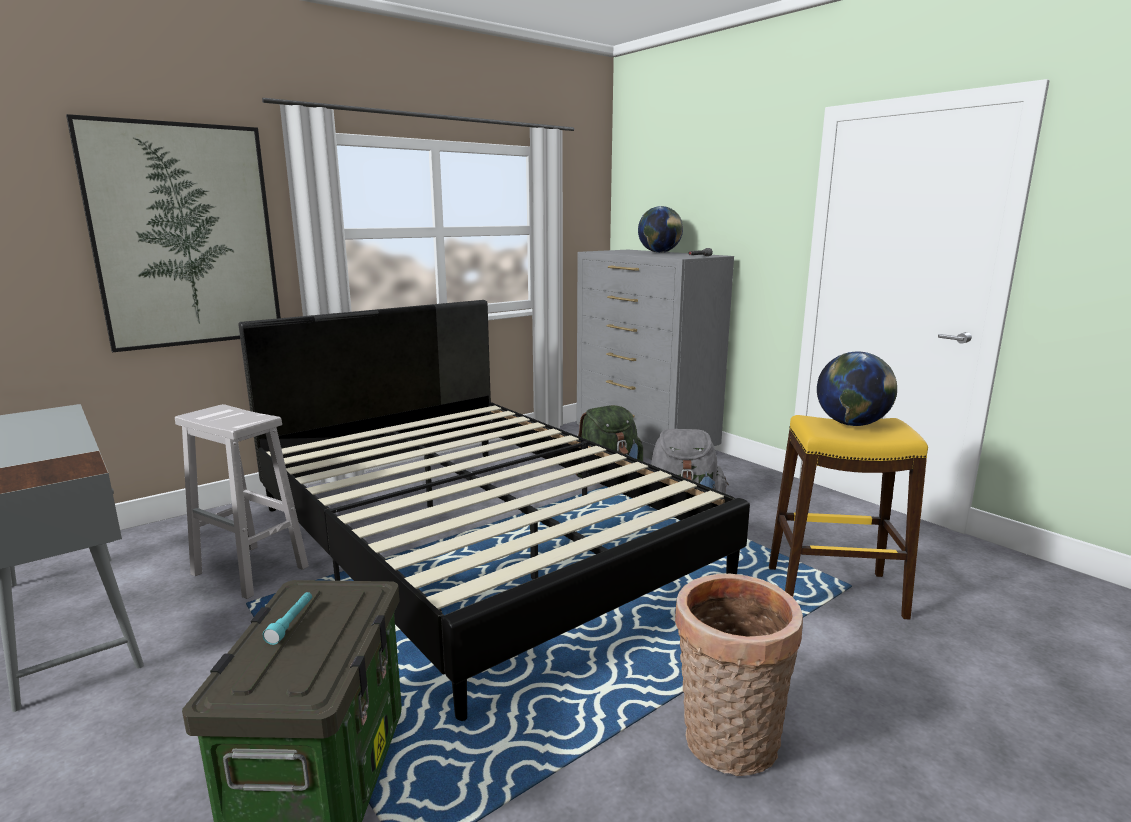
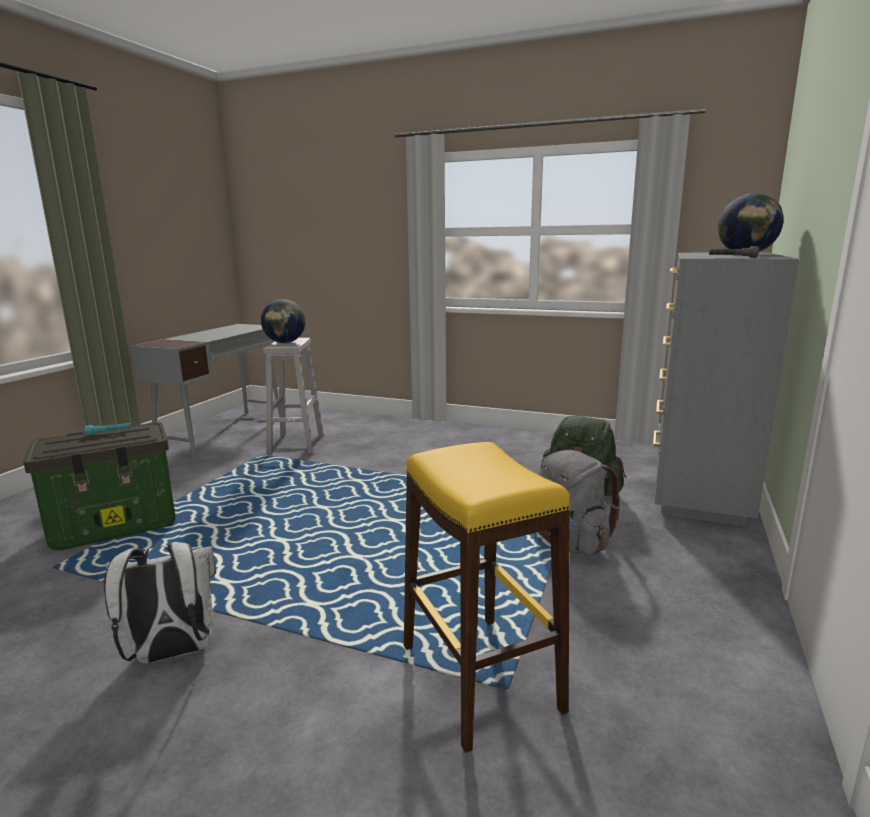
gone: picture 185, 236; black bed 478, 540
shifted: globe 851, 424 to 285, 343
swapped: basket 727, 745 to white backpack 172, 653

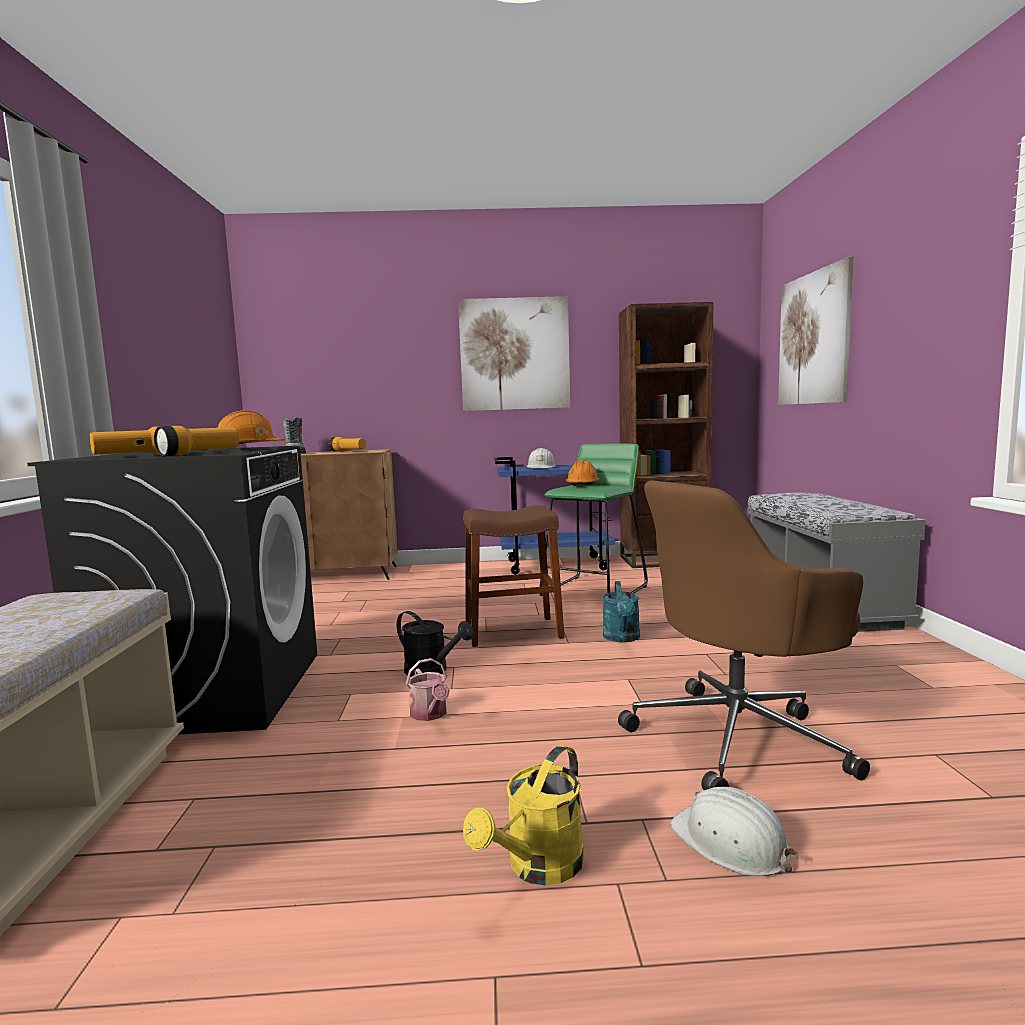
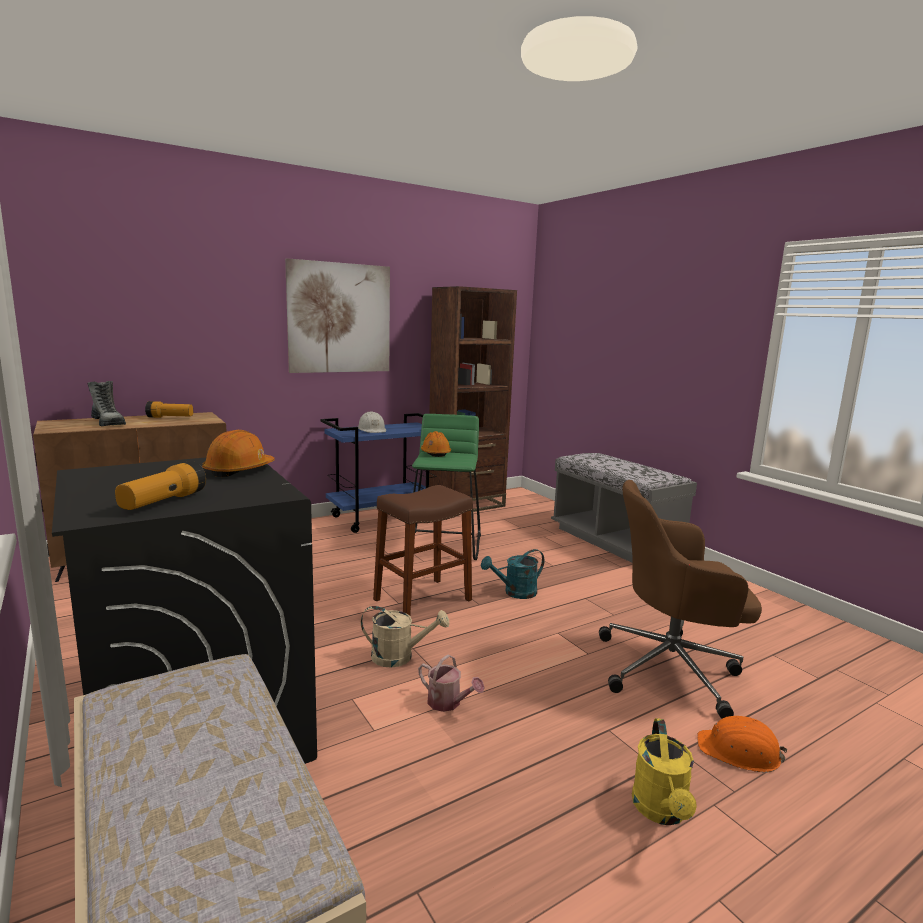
gone: picture 813, 338; flashlight 200, 454
repainted: black watering can 432, 671 to beige watering can 400, 657; white hard hat 730, 842 to orange hard hat 739, 752
rotated: brown office chair 739, 738 = 671, 669 60 degrees clockwise; turquoise watering can 622, 638 = 515, 593 90 degrees clockwise

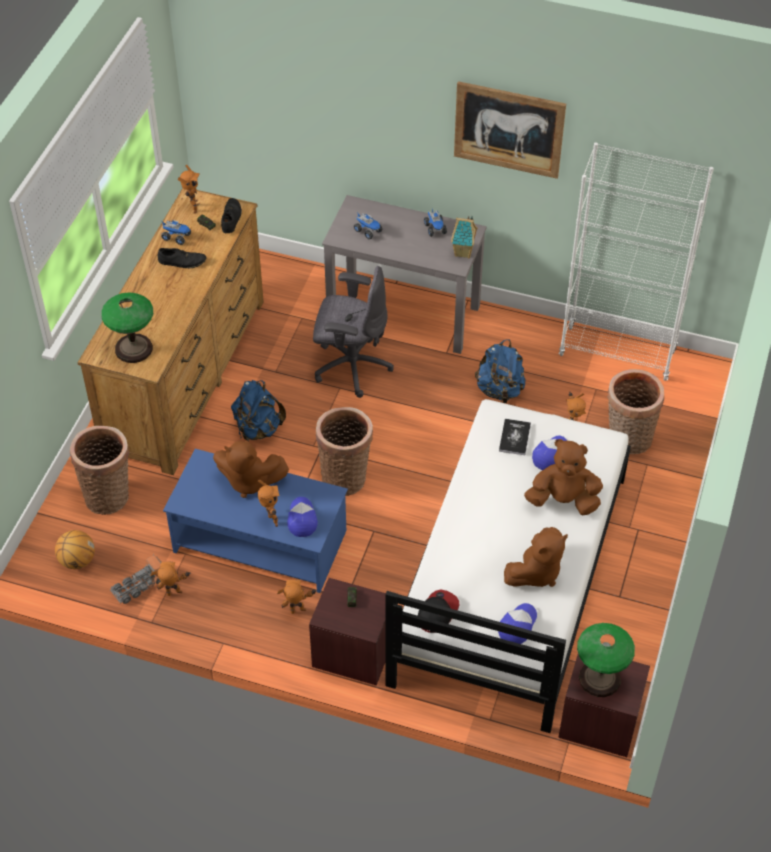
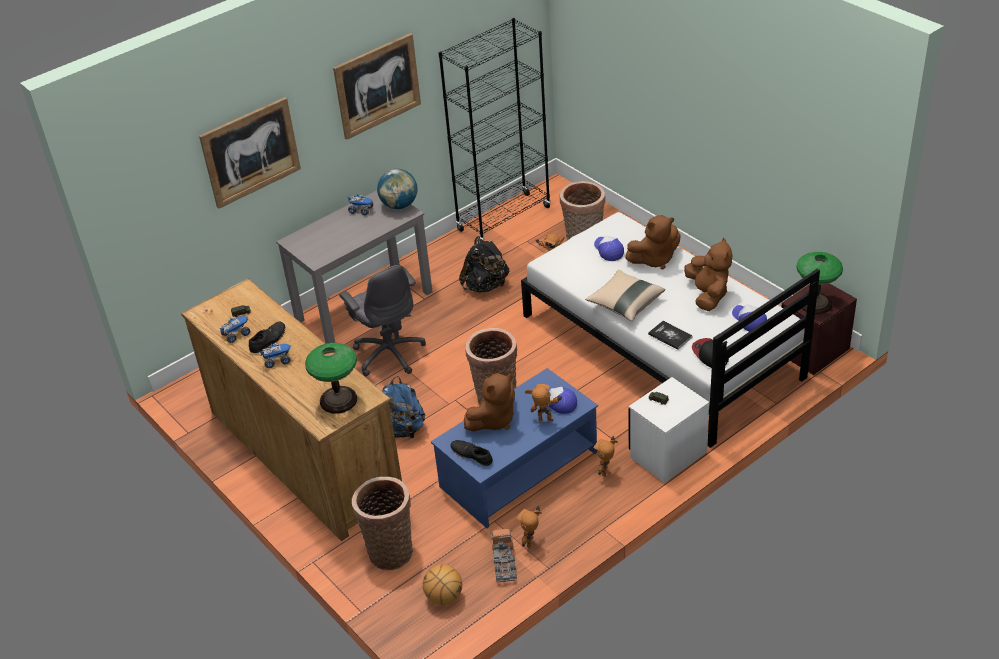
gone: toy robot 192, 209
new: picture 250, 152; beige pillow 625, 304
shifted: black shoe 231, 218 to 472, 455; toy truck 368, 231 to 277, 360; book 514, 437 to 670, 336
swapped: toy house 464, 252 to globe 399, 205
repainted: white bookcase 617, 353 to black bookcase 504, 219; blue backpack 500, 390 to black backpack 485, 286; brown nightstand 353, 653 to white nightstand 667, 454
rotated: grey office chair 351, 366 = 389, 353 105 degrees clockwise; brown plush toy 563, 500 = 654, 259 150 degrees counterclockwise

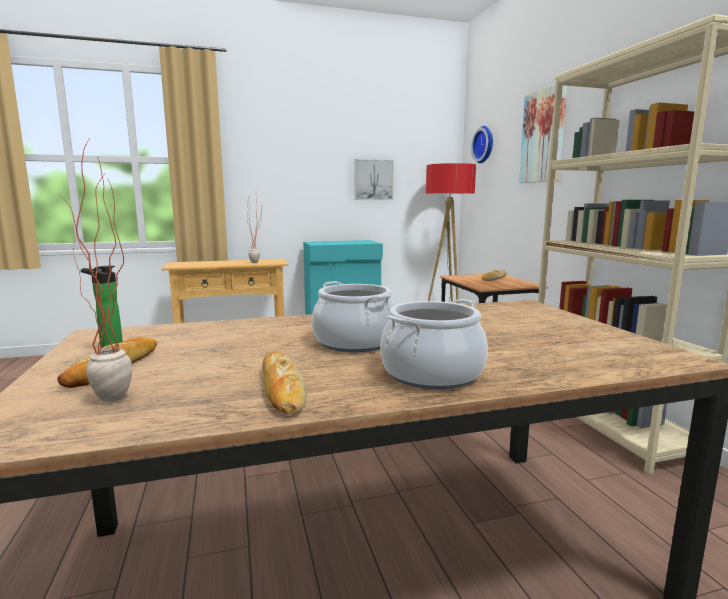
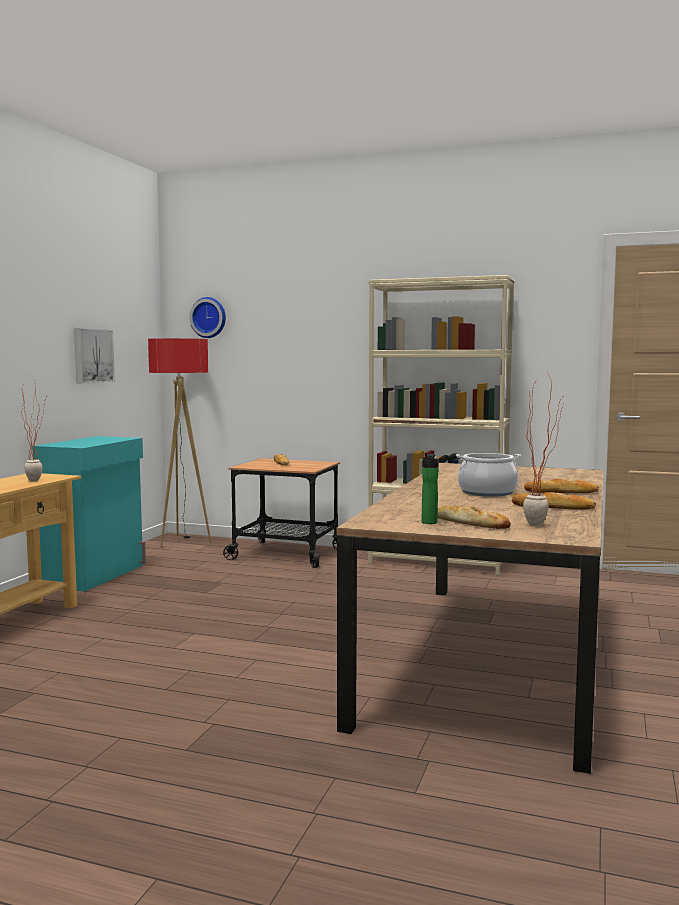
gone: picture 543, 136
swapped: cooking pot 431, 373 to bread 561, 492

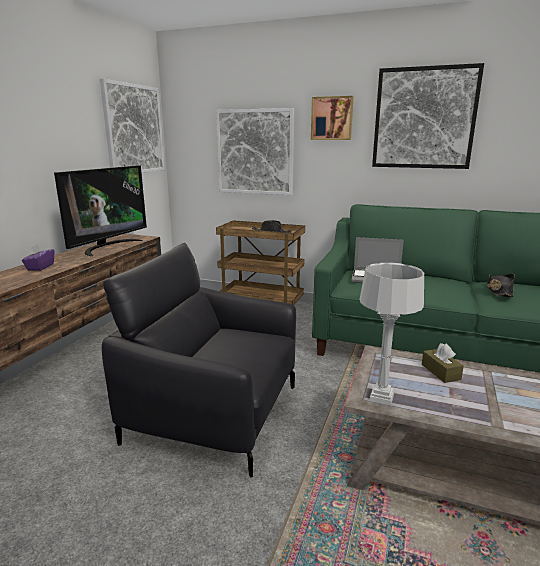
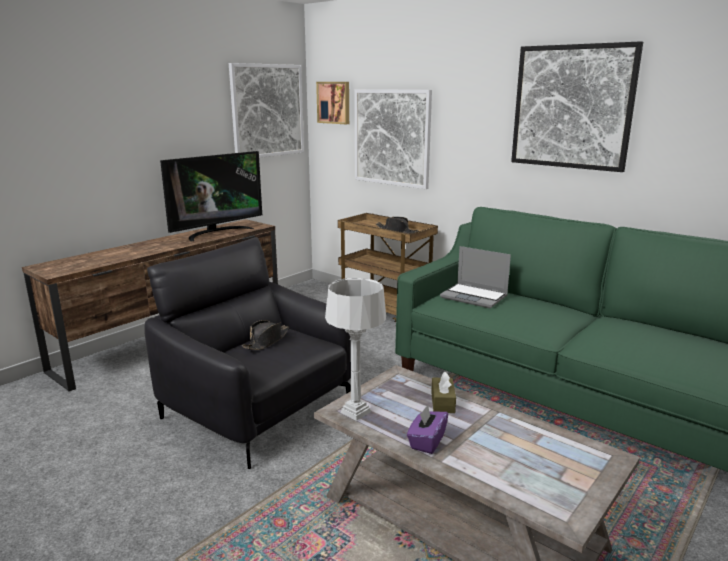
shifted: picture 332, 118 to 334, 102; purple tissue box 40, 267 to 427, 441; black hat 499, 291 to 266, 341

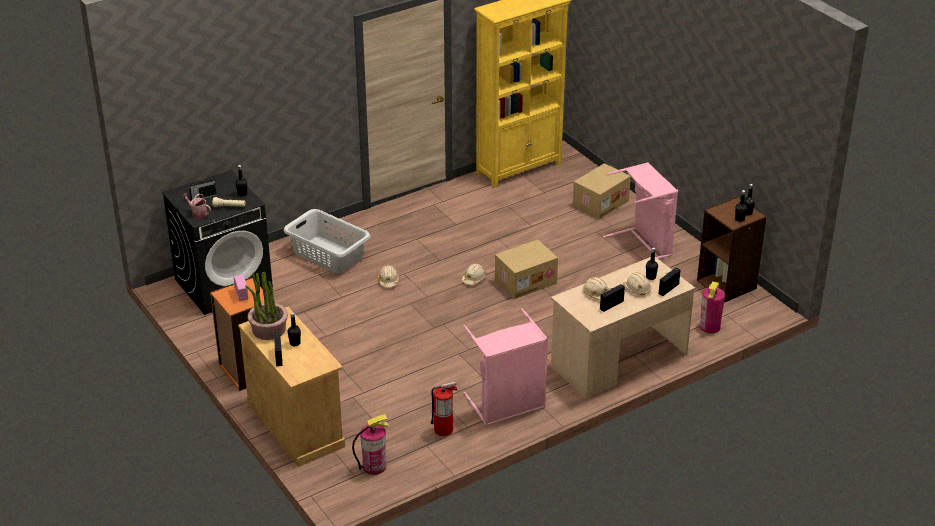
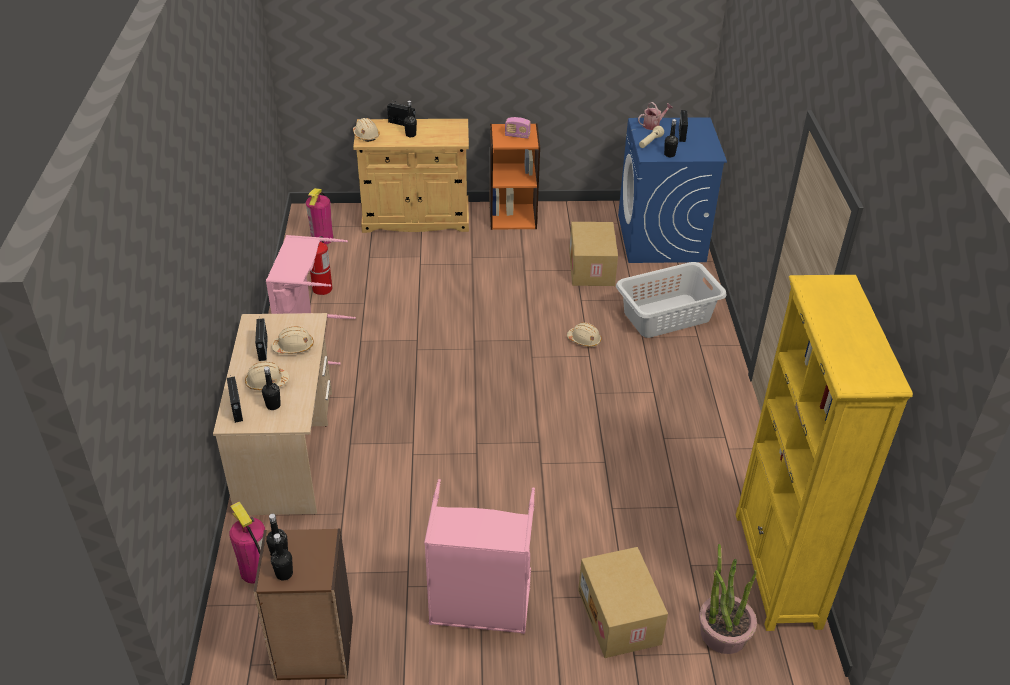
shifted: cardboard box 525, 281 to 592, 268; beige hard hat 473, 279 to 366, 135; potted plant 268, 330 to 723, 633
repainted: black washing machine 224, 284 to blue washing machine 661, 239

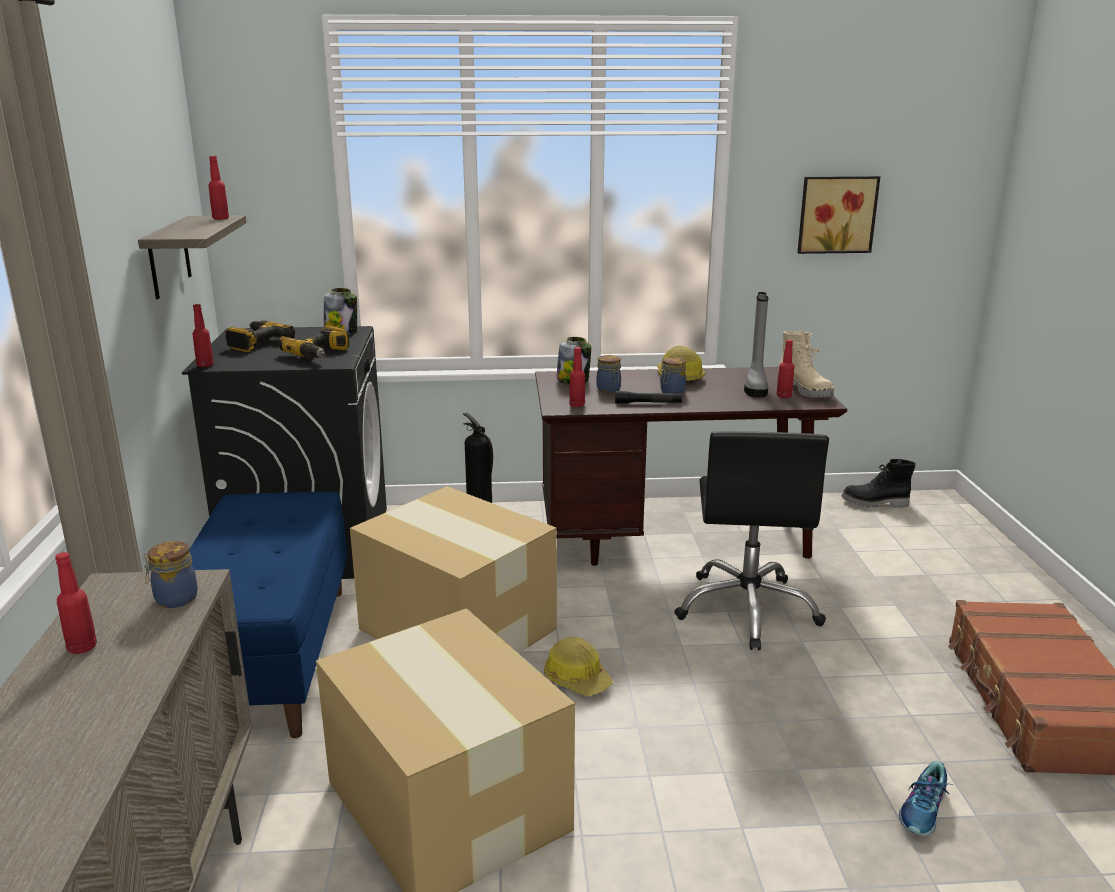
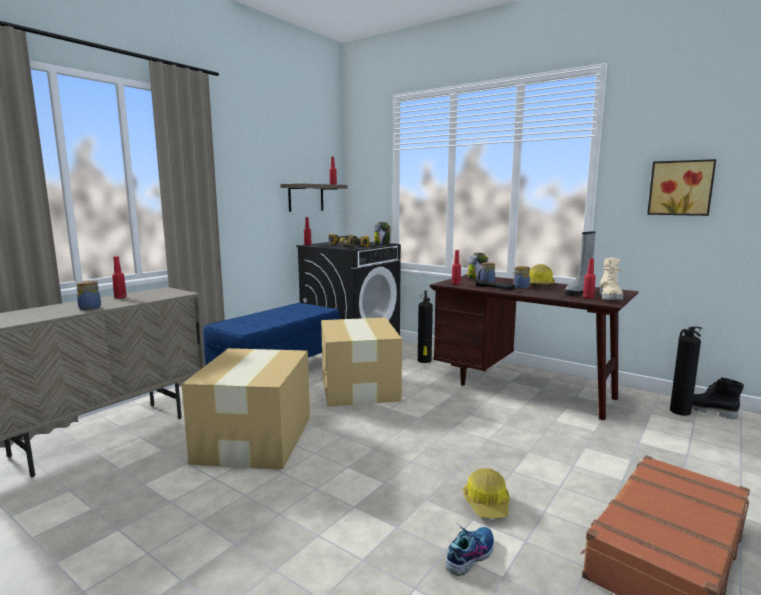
gone: black office chair 748, 609
new: fire extinguisher 679, 411
shifted: jar 174, 599 to 89, 308; hard hat 577, 678 to 487, 503
rotated: shoe 924, 811 = 469, 555 150 degrees clockwise

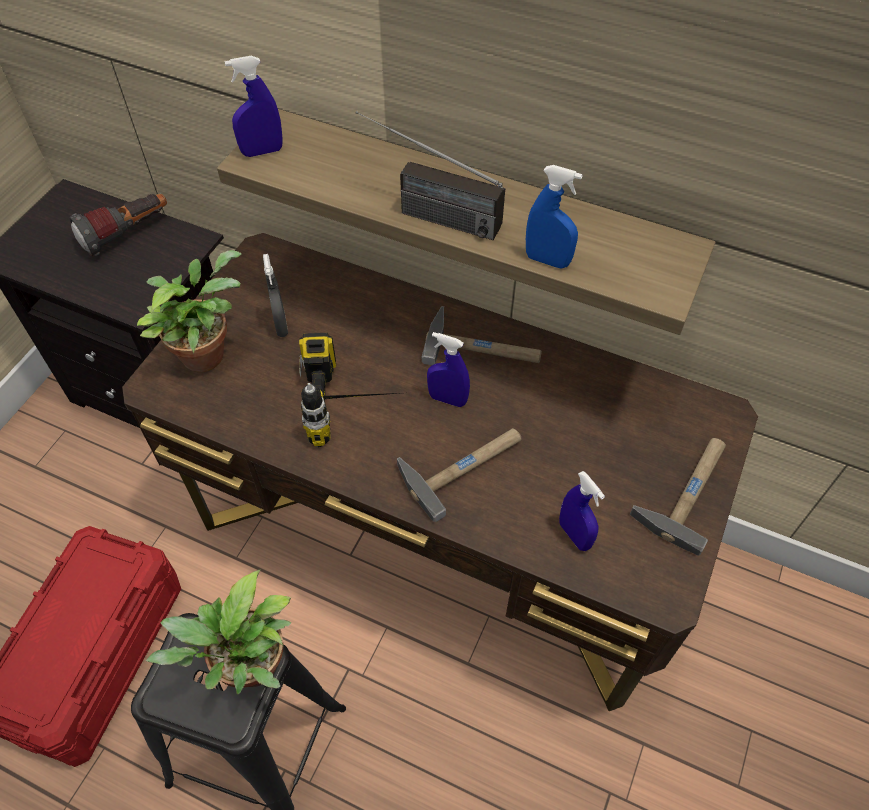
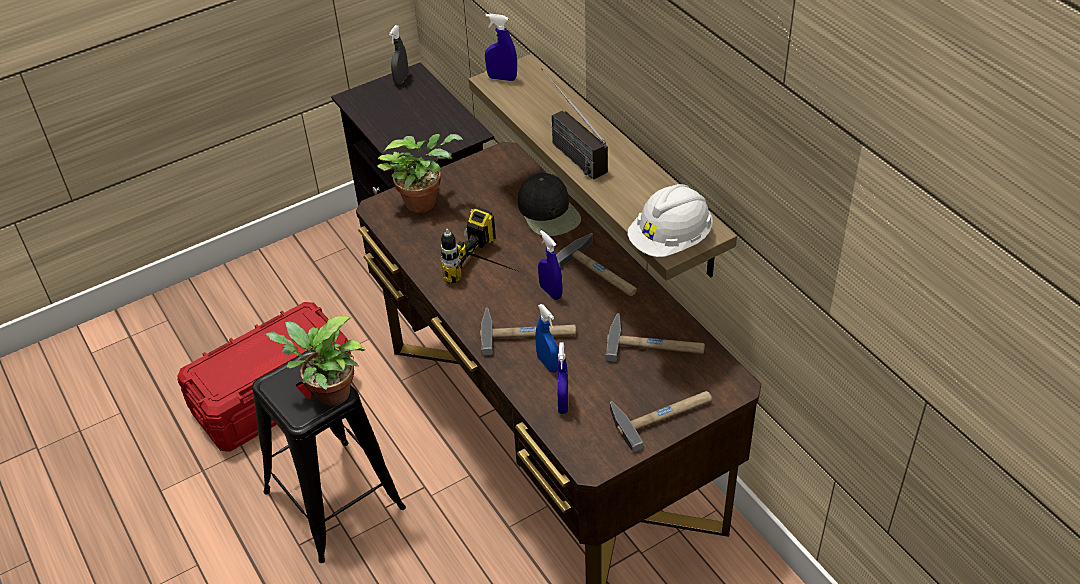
gone: flashlight 128, 234
new: black cap 549, 213; white hard hat 670, 241; hammer 655, 345
shifted: blue spray bottle 547, 260 to 548, 363; grey spray bottle 281, 325 to 401, 79

